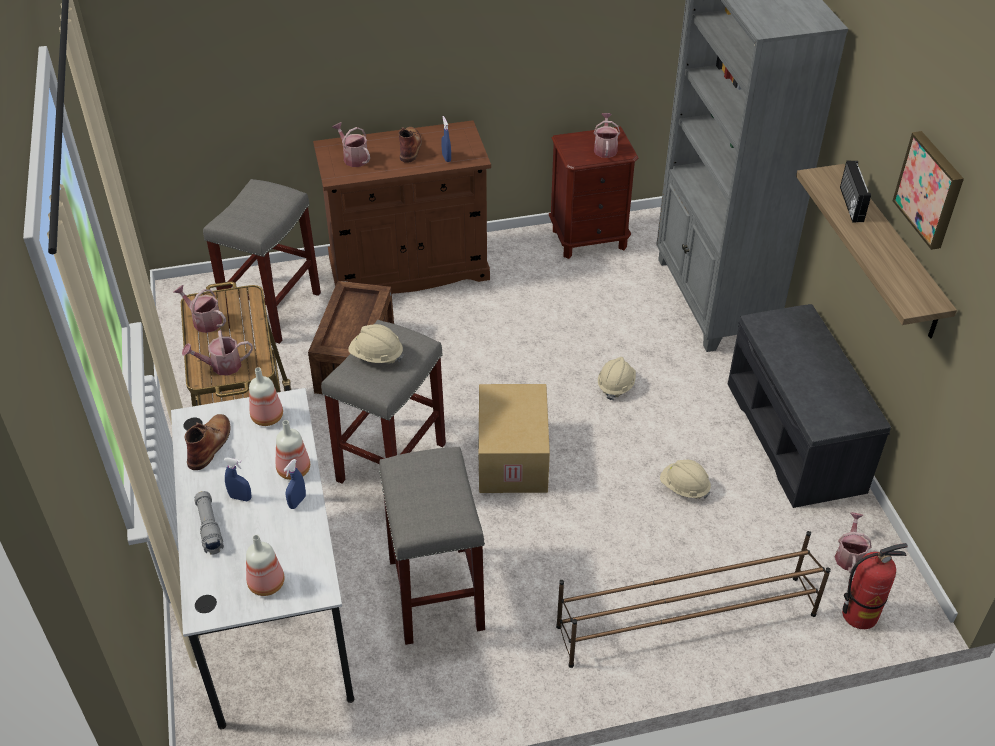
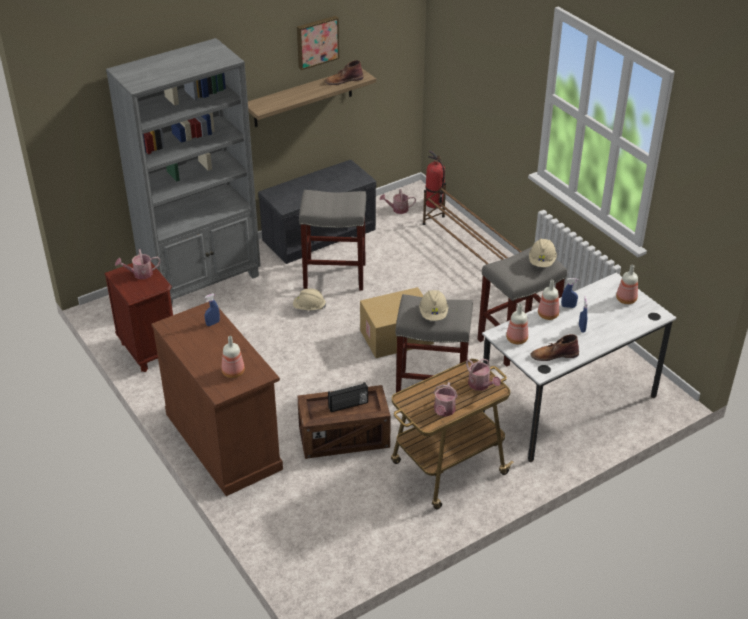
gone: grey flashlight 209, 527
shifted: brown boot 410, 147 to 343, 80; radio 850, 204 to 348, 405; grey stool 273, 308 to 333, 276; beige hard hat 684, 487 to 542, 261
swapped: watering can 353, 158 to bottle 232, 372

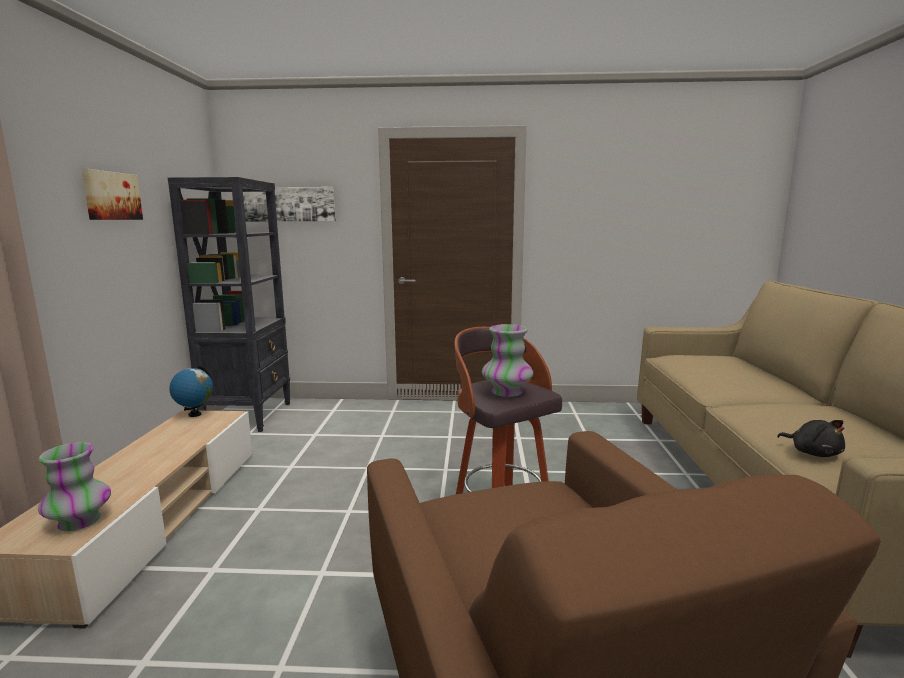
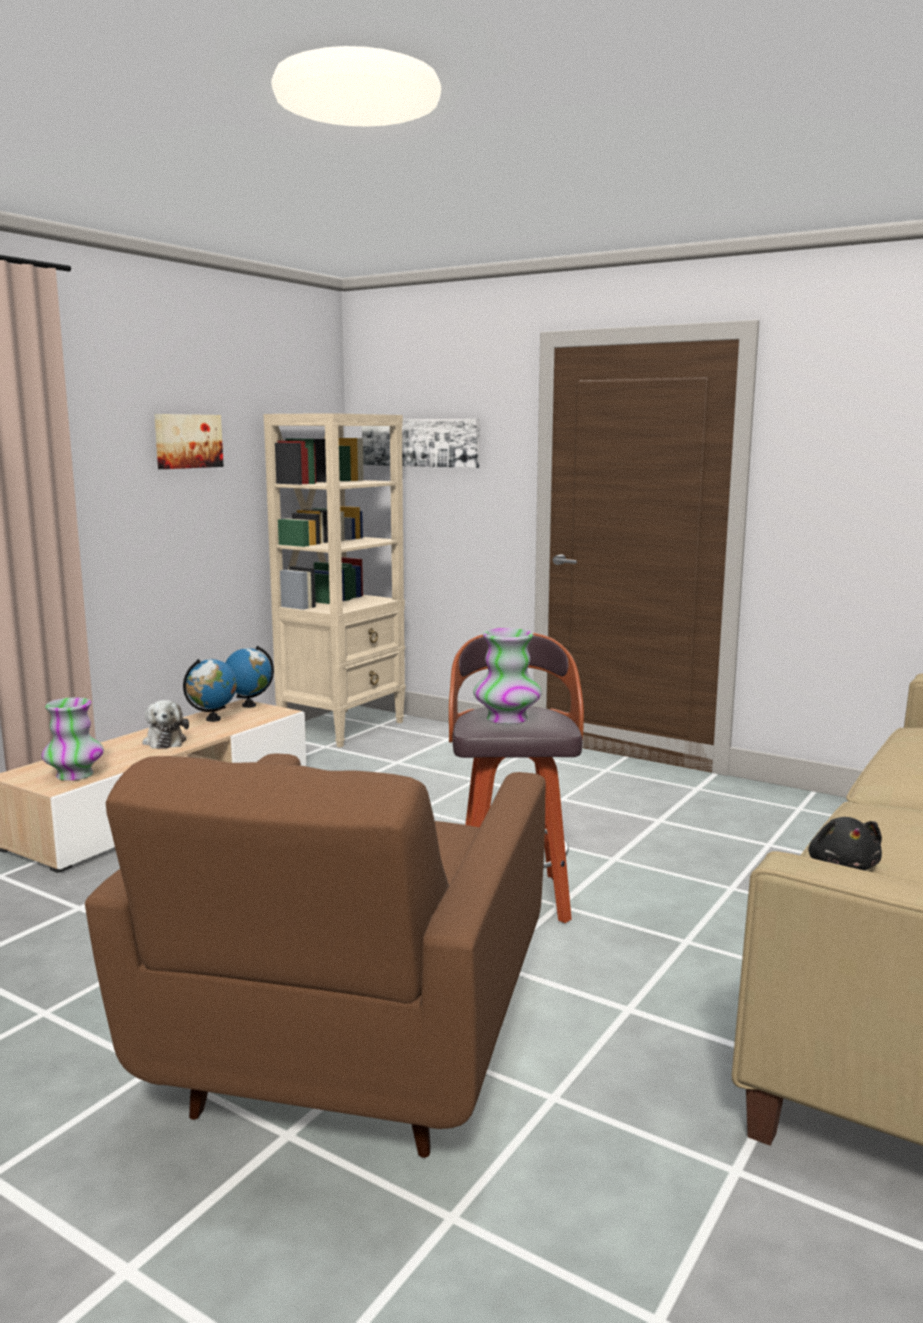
new: globe 213, 719; plush toy 165, 741
repainted: black bookcase 249, 416 to beige bookcase 343, 727

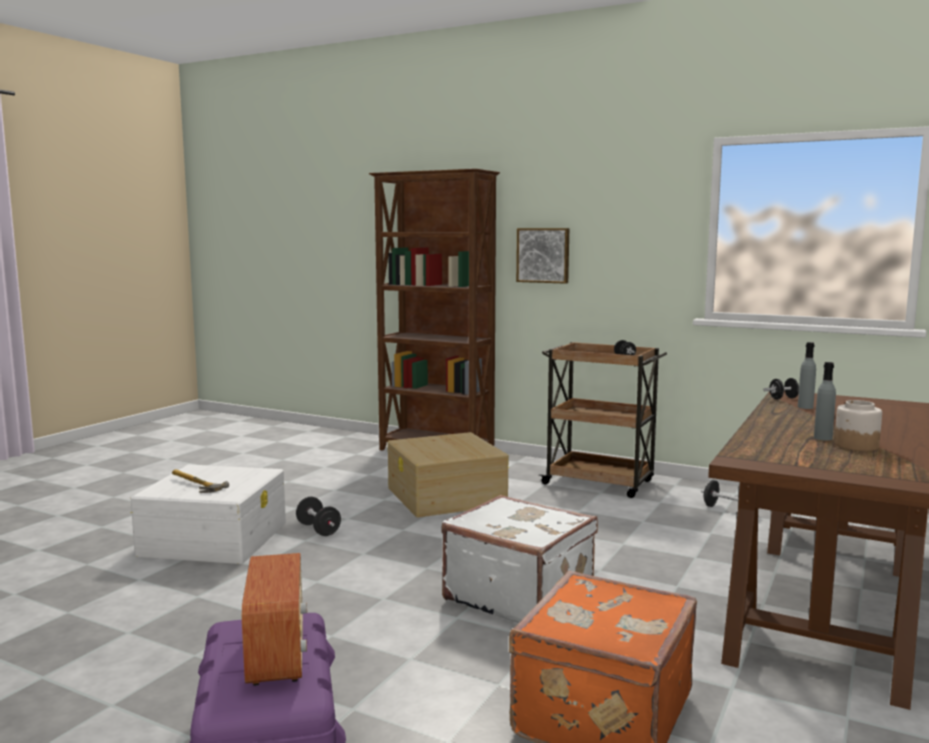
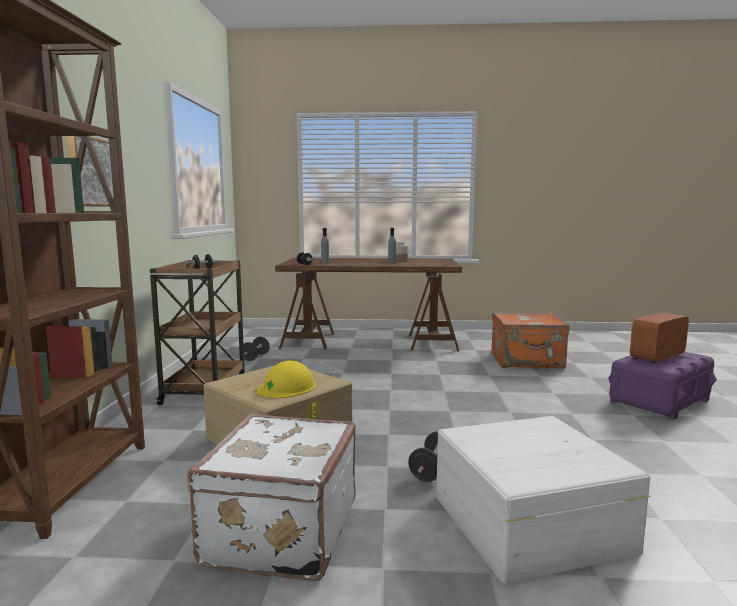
gone: hammer 194, 485
new: yellow hard hat 287, 387
shifted: white suitcase 519, 596 to 278, 532

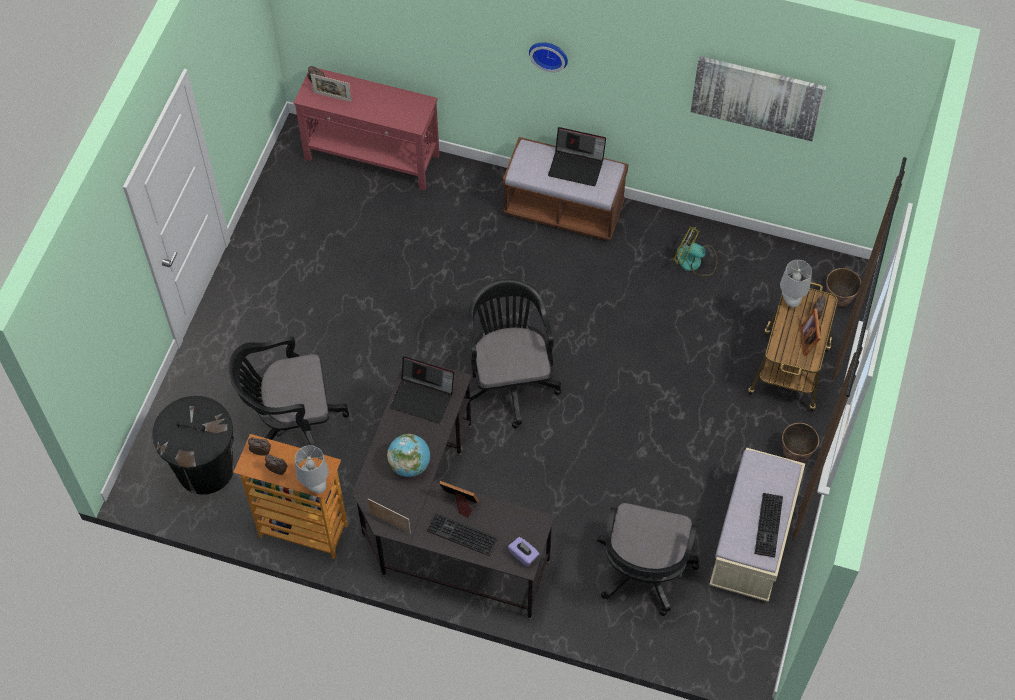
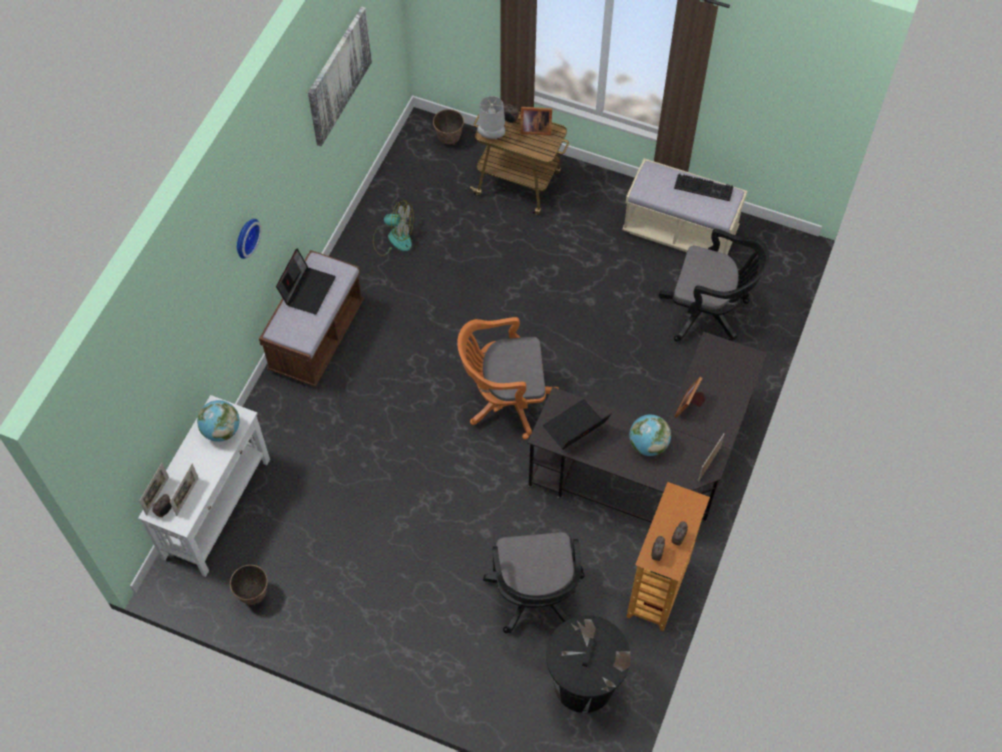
gone: grey table lamp 315, 484; keyboard 460, 535; purple tissue box 523, 555
new: globe 221, 430; picture frame 157, 496
shifted: planter 795, 454 to 253, 595
repainted: red console table 372, 158 to white console table 217, 508; black office chair 509, 379 to orange office chair 505, 399
rotated: fan 694, 261 = 393, 238 105 degrees counterclockwise; laptop 423, 398 = 575, 429 150 degrees counterclockwise

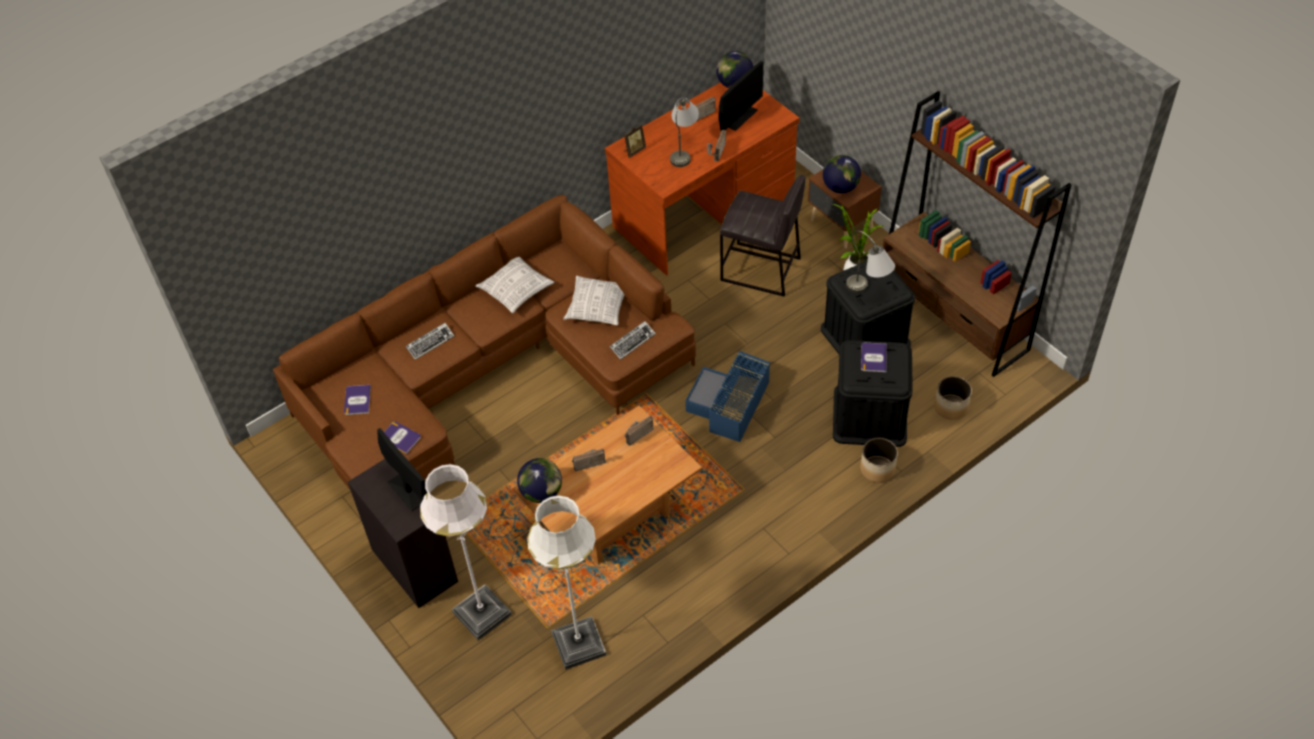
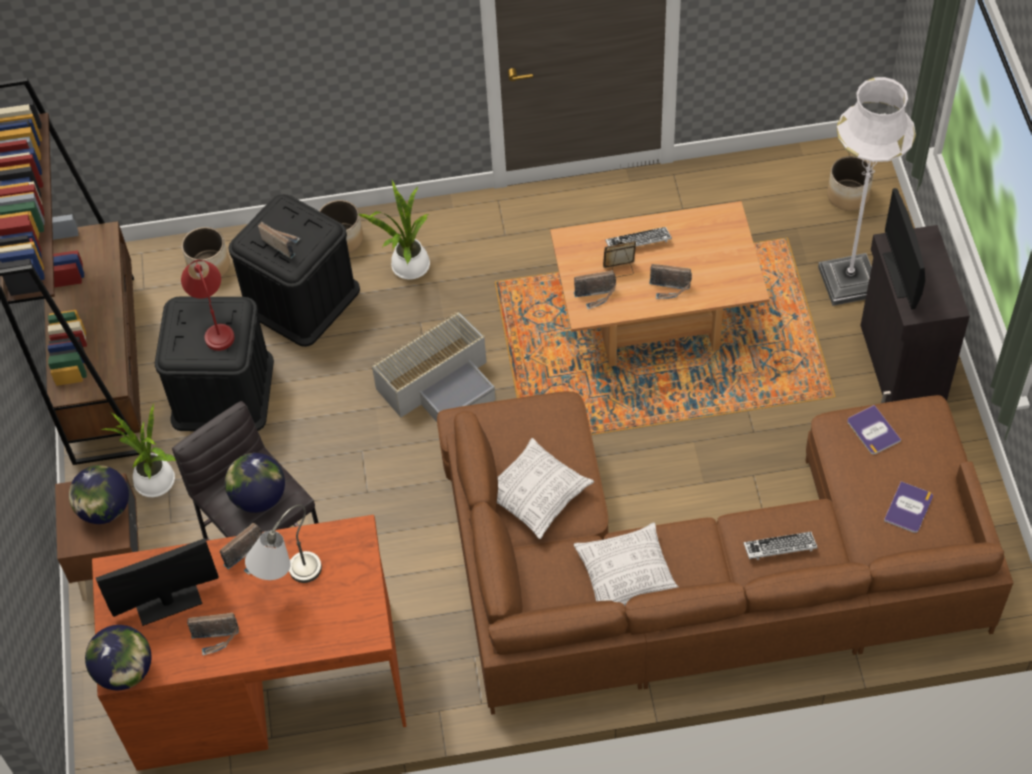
gone: white floor lamp 578, 644
new: planter 848, 196; potted plant 408, 267
shifted: picture frame 634, 151 to 620, 270; keyboard 632, 342 to 638, 242; globe 542, 493 to 259, 497
swapped: book 873, 357 to radio 281, 243
repainted: grey table lamp 868, 292 to red table lamp 215, 323; blue storage box 729, 405 to grey storage box 441, 383

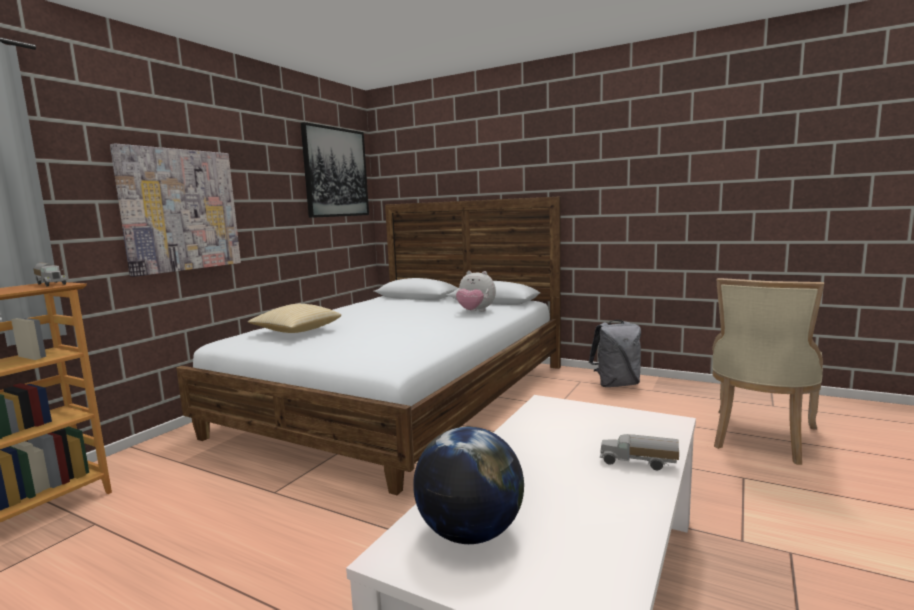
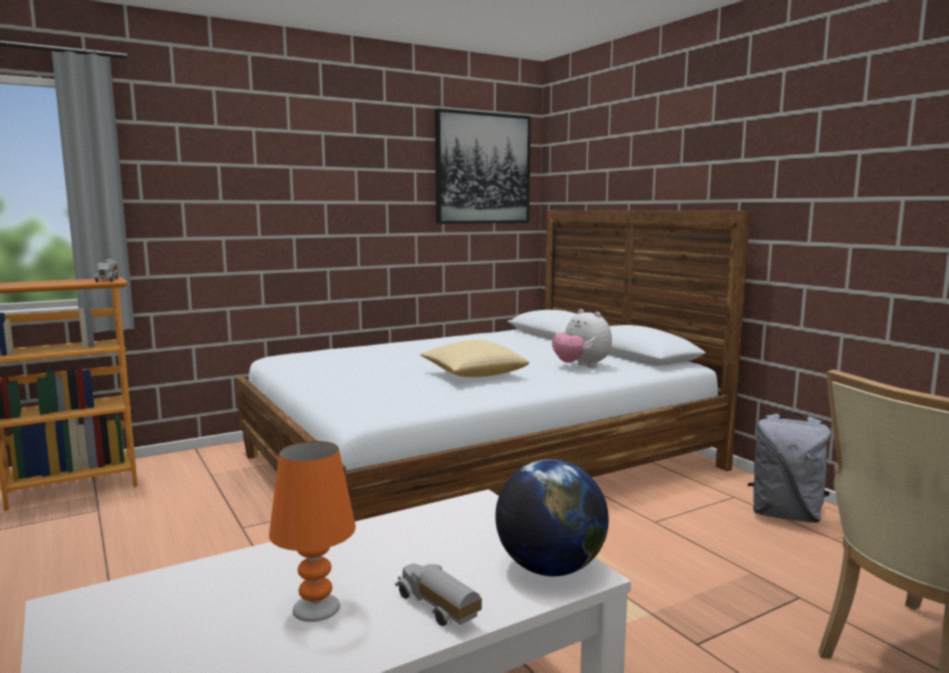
gone: picture 180, 210
new: orange table lamp 316, 607
shifted: pillow 296, 331 to 473, 375; globe 470, 533 to 550, 568

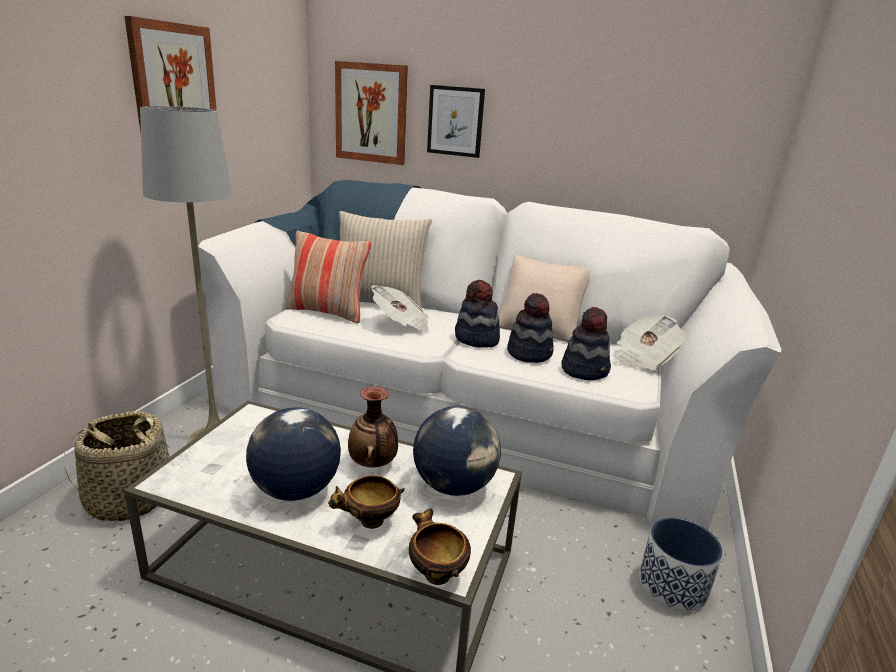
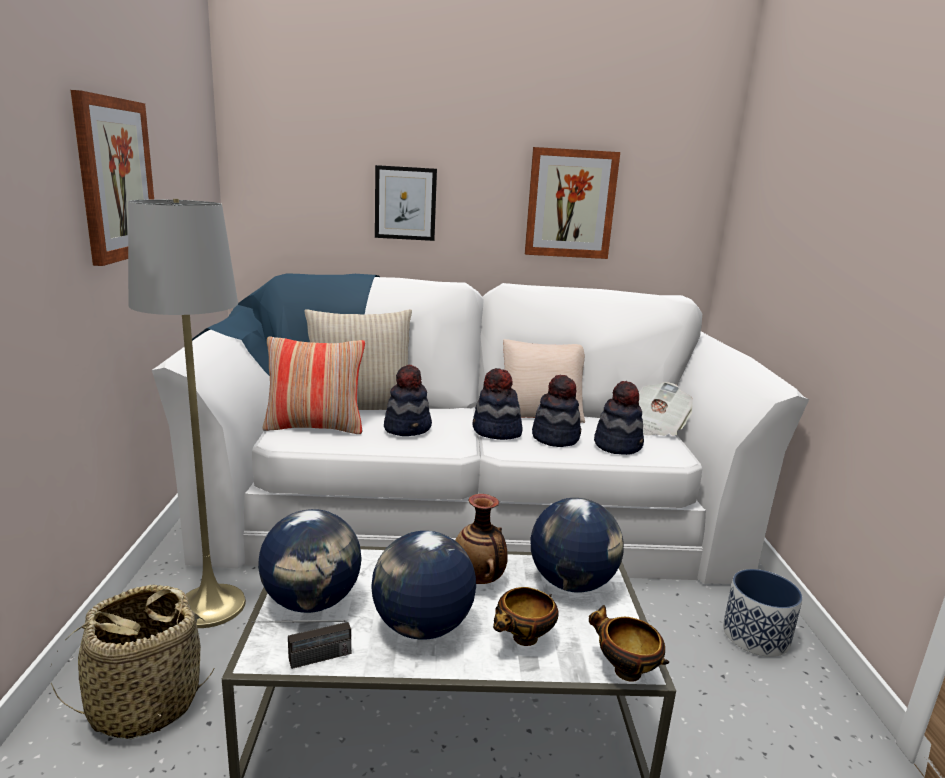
new: globe 312, 602; radio 304, 661
shifted: picture 371, 113 to 570, 204
swapped: newspaper 401, 324 to hat 408, 428

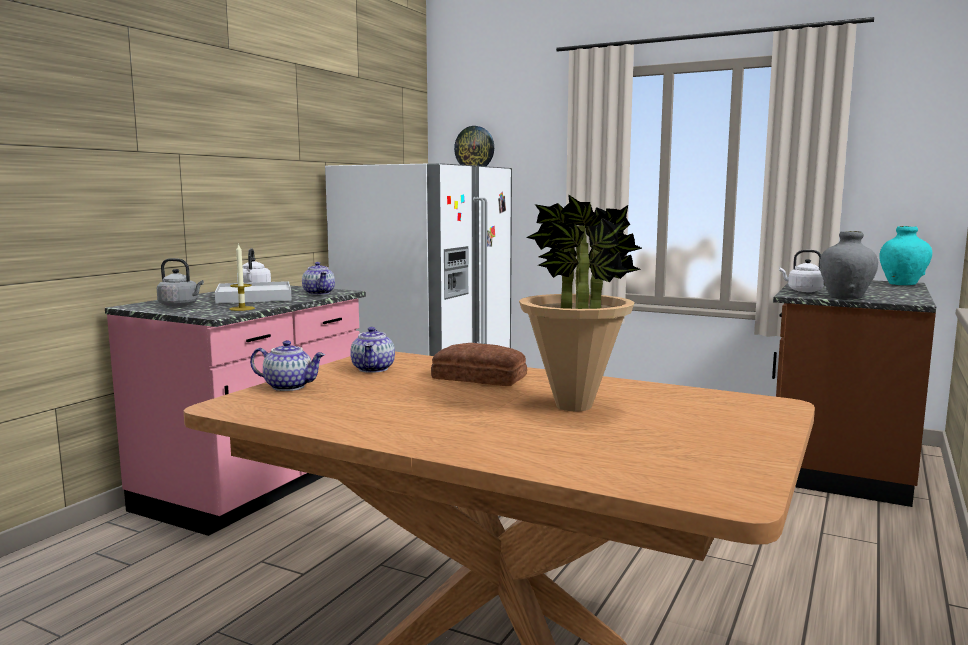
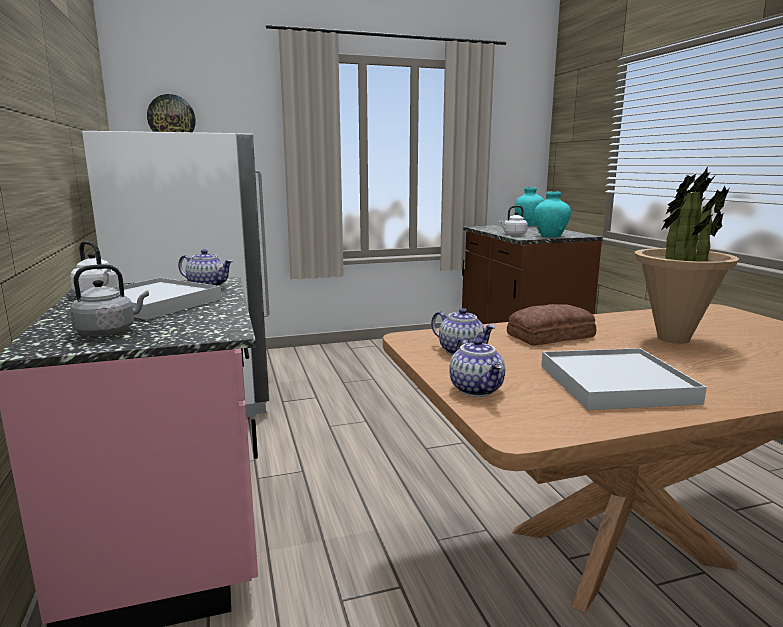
gone: candle 242, 308
new: white tray 615, 384
repainted: grey vase 845, 297 to turquoise vase 550, 236
rotated: teapot 289, 386 = 477, 389 105 degrees clockwise

